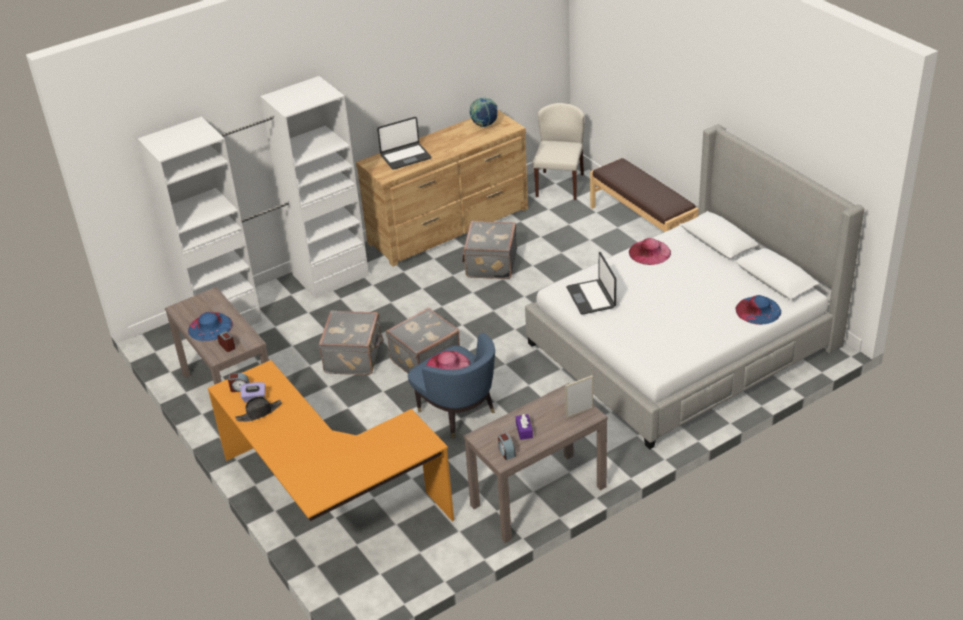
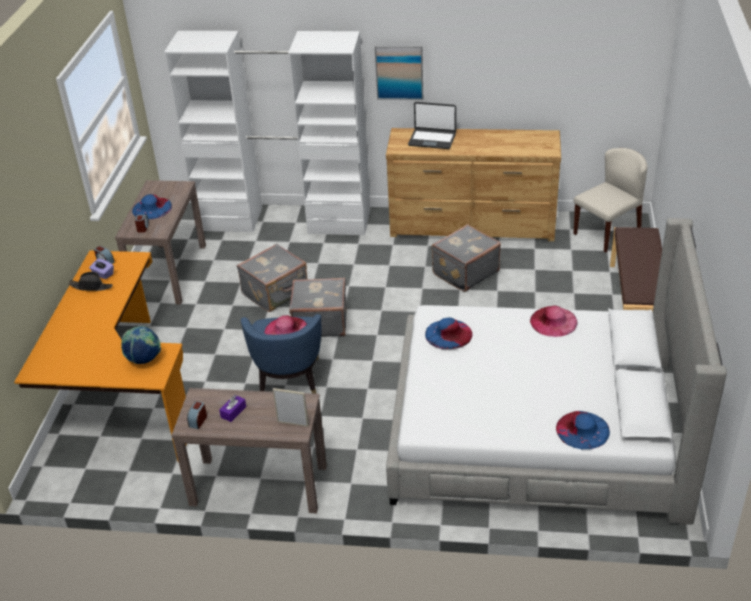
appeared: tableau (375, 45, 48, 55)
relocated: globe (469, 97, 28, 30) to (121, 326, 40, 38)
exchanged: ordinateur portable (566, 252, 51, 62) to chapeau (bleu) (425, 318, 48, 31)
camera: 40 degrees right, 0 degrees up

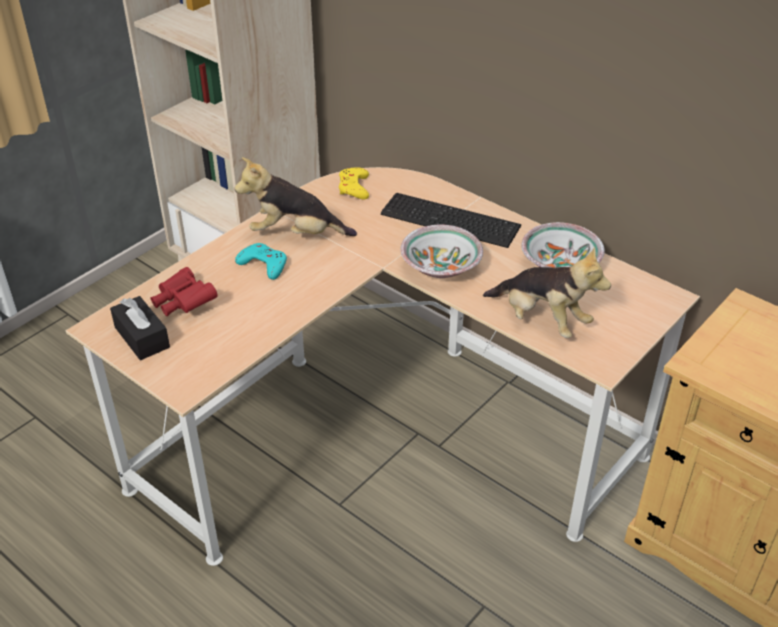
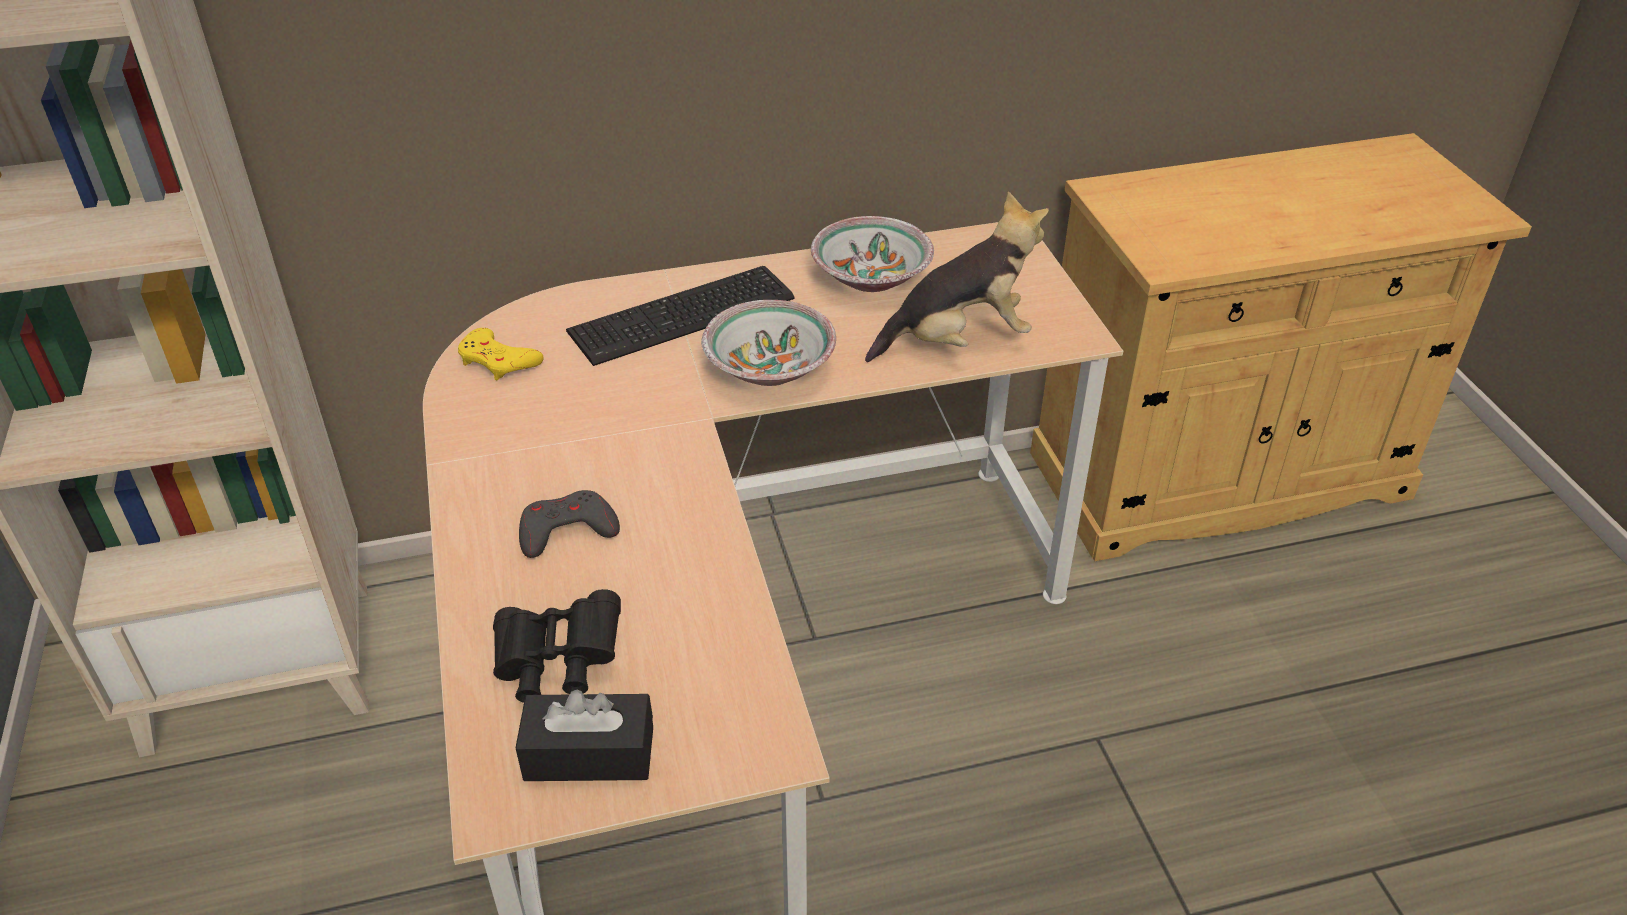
missing: peluche (235, 157, 122, 79)
colour: jumelles (rouge) (150, 267, 68, 49) to jumelles (noir) (493, 589, 128, 114); manette (turquoise) (235, 243, 52, 37) to manette (gris) (519, 490, 101, 68)
camera: 55 degrees left, 0 degrees up

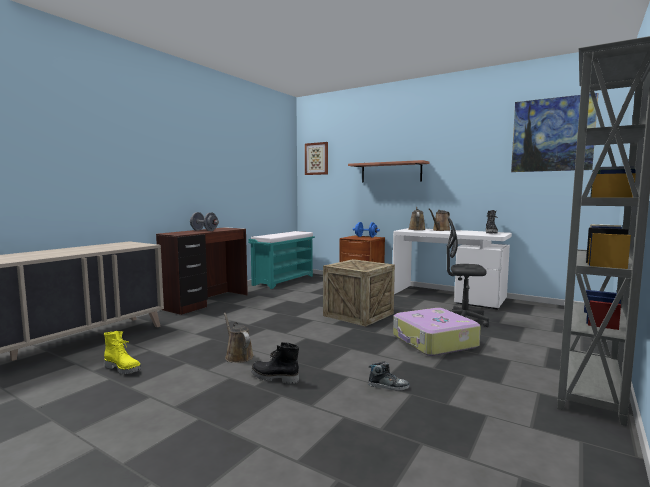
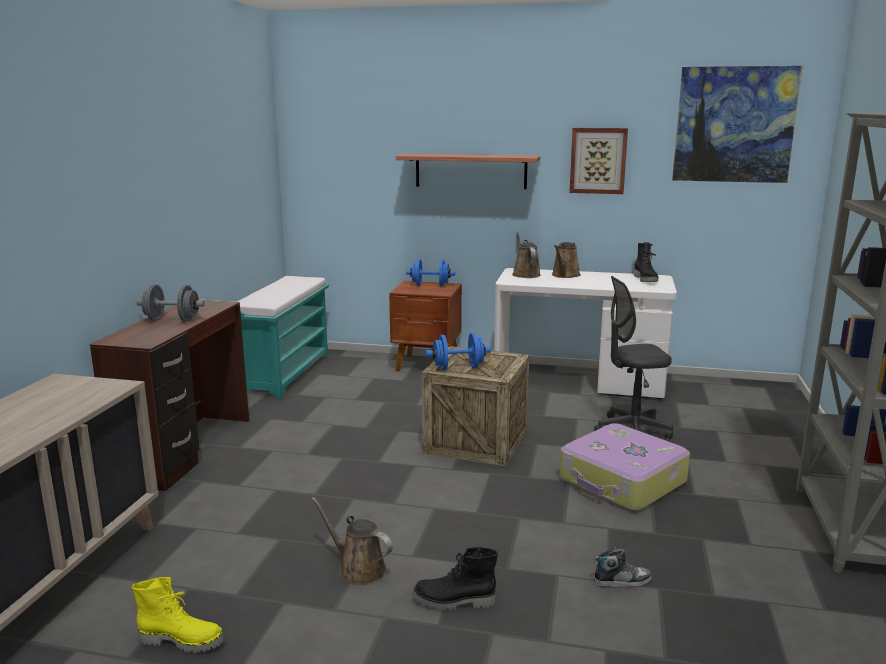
appeared: haltère (bleu) (426, 333, 65, 37)
relocated: tableau (305, 142, 23, 33) to (569, 128, 59, 66)
camera: 20 degrees left, 10 degrees up

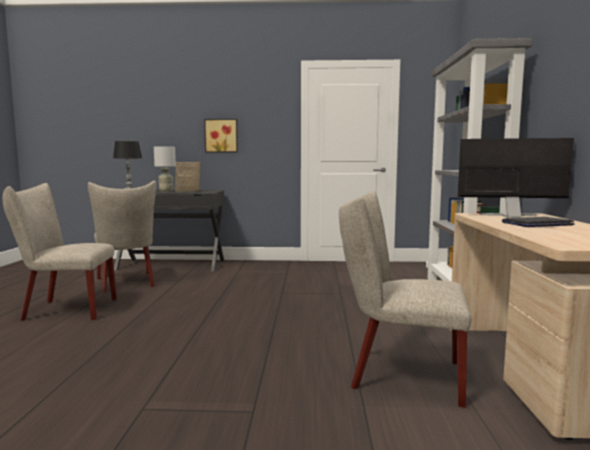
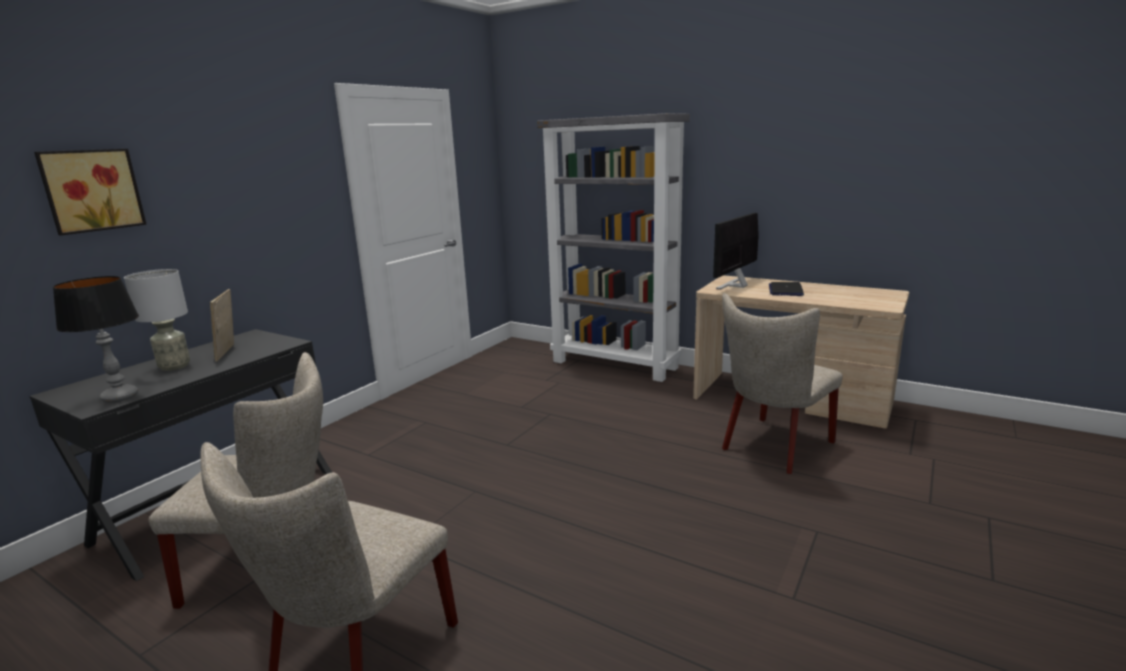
relocated: tableau (204, 119, 34, 33) to (34, 149, 113, 86)
camera: 60 degrees left, 10 degrees up

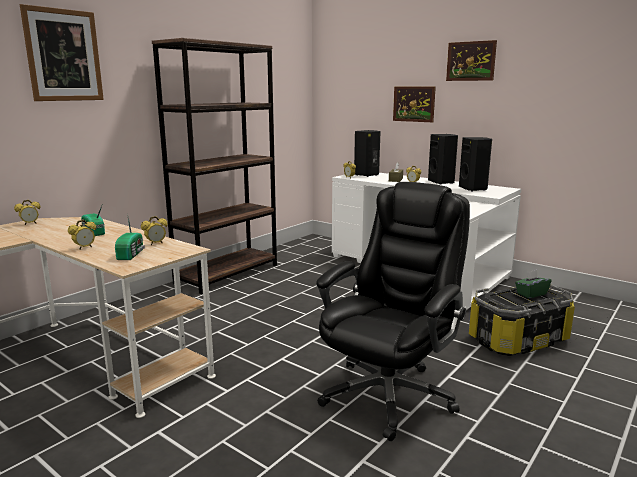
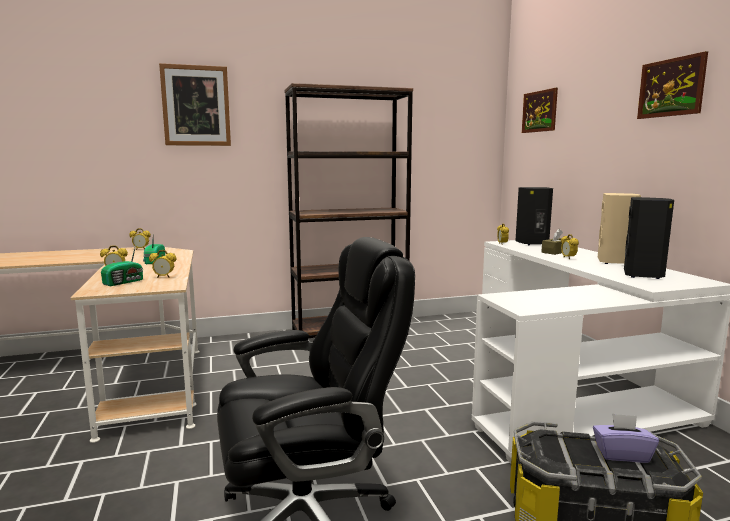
relocated: tableau (393, 87, 43, 35) to (522, 88, 36, 45)
colour: boîte à mouchoirs (vert) (515, 270, 36, 28) to boîte à mouchoirs (violet) (593, 413, 66, 50); enceinte (noir) (428, 134, 30, 51) to enceinte (beige) (598, 193, 43, 71)
camera: 35 degrees right, 5 degrees down

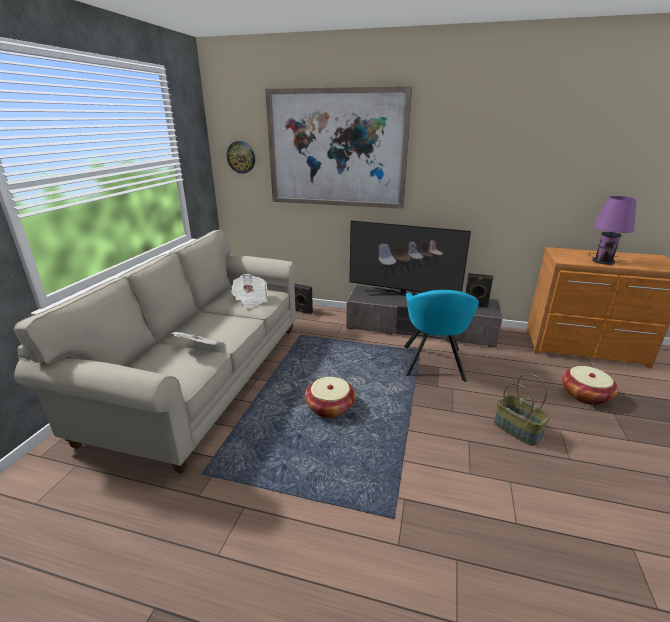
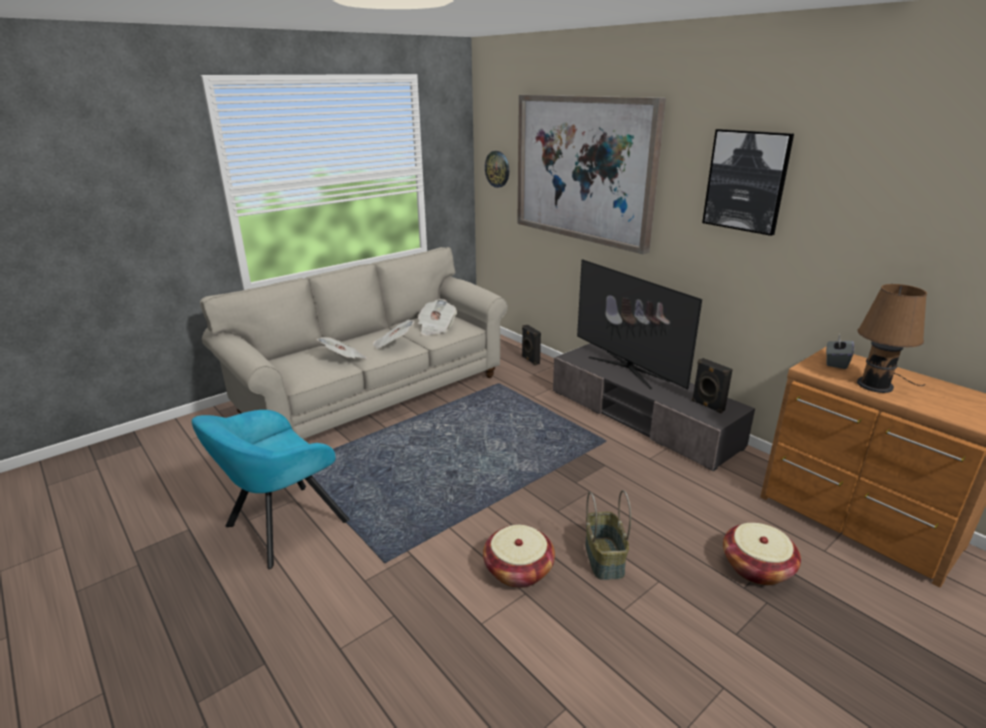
appeared: journal (373, 320, 41, 29); tableau (702, 129, 92, 107); boîte à mouchoirs (gris) (826, 334, 28, 35)
relocated: fauteuil (turquoise) (404, 290, 75, 92) to (191, 410, 159, 159); panier (305, 377, 50, 41) to (483, 525, 72, 63)
colour: lampe de table (violet) (588, 196, 49, 69) to lampe de table (marron) (857, 284, 70, 109)
camera: 35 degrees right, 0 degrees up

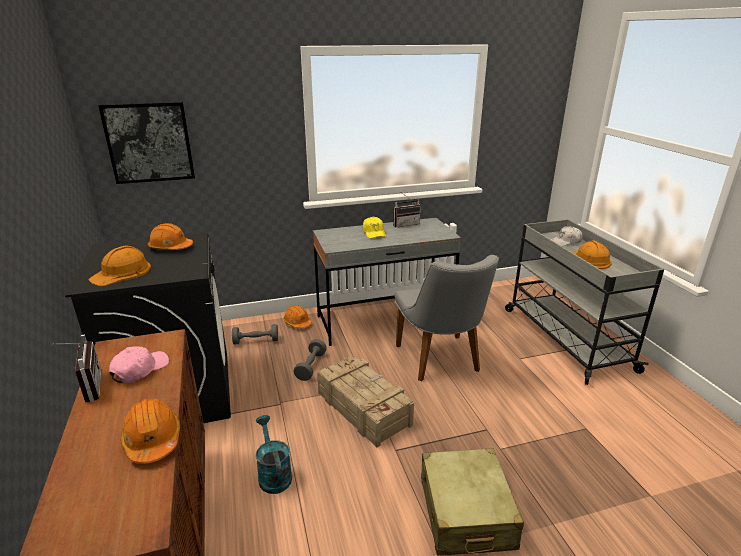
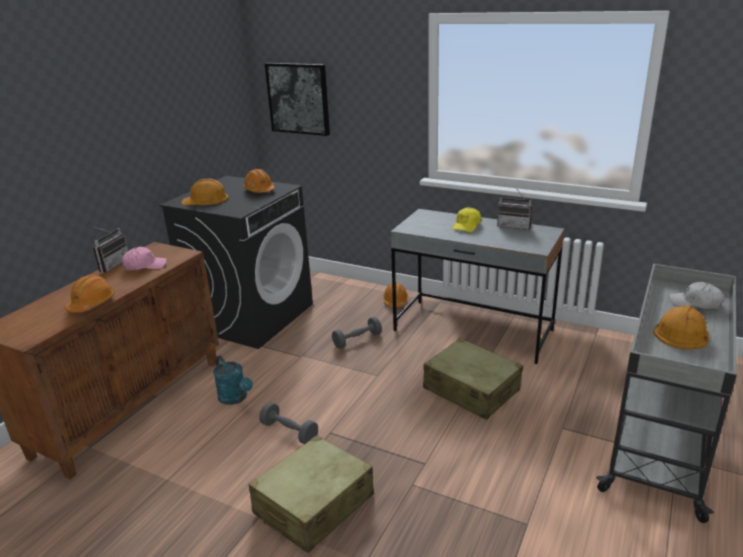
missing: caisse (317, 355, 97, 93)
relocated: haltère (gris) (232, 324, 46, 21) to (259, 402, 59, 42)
exchanged: chaise (gris) (395, 255, 104, 126) to valise (beige) (423, 338, 100, 82)
spun: arrosoir (turquoise) (256, 415, 36, 79) = (213, 356, 40, 49) 120 degrees clockwise
camera: 45 degrees right, 0 degrees up

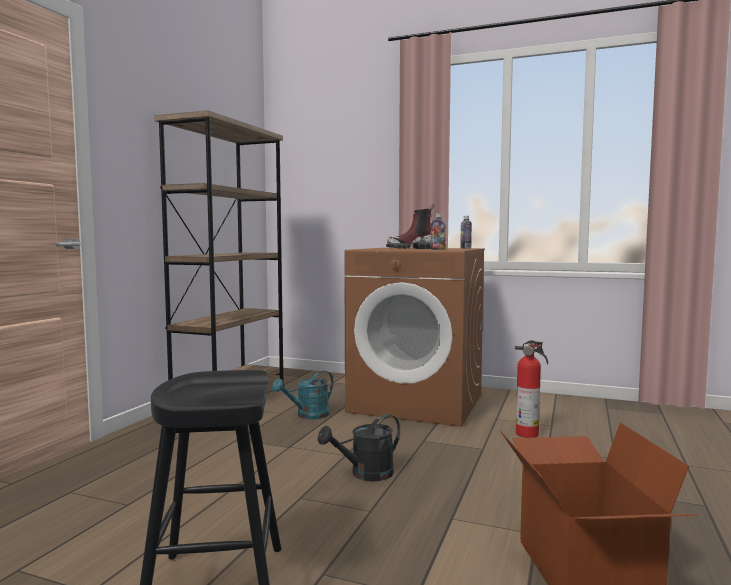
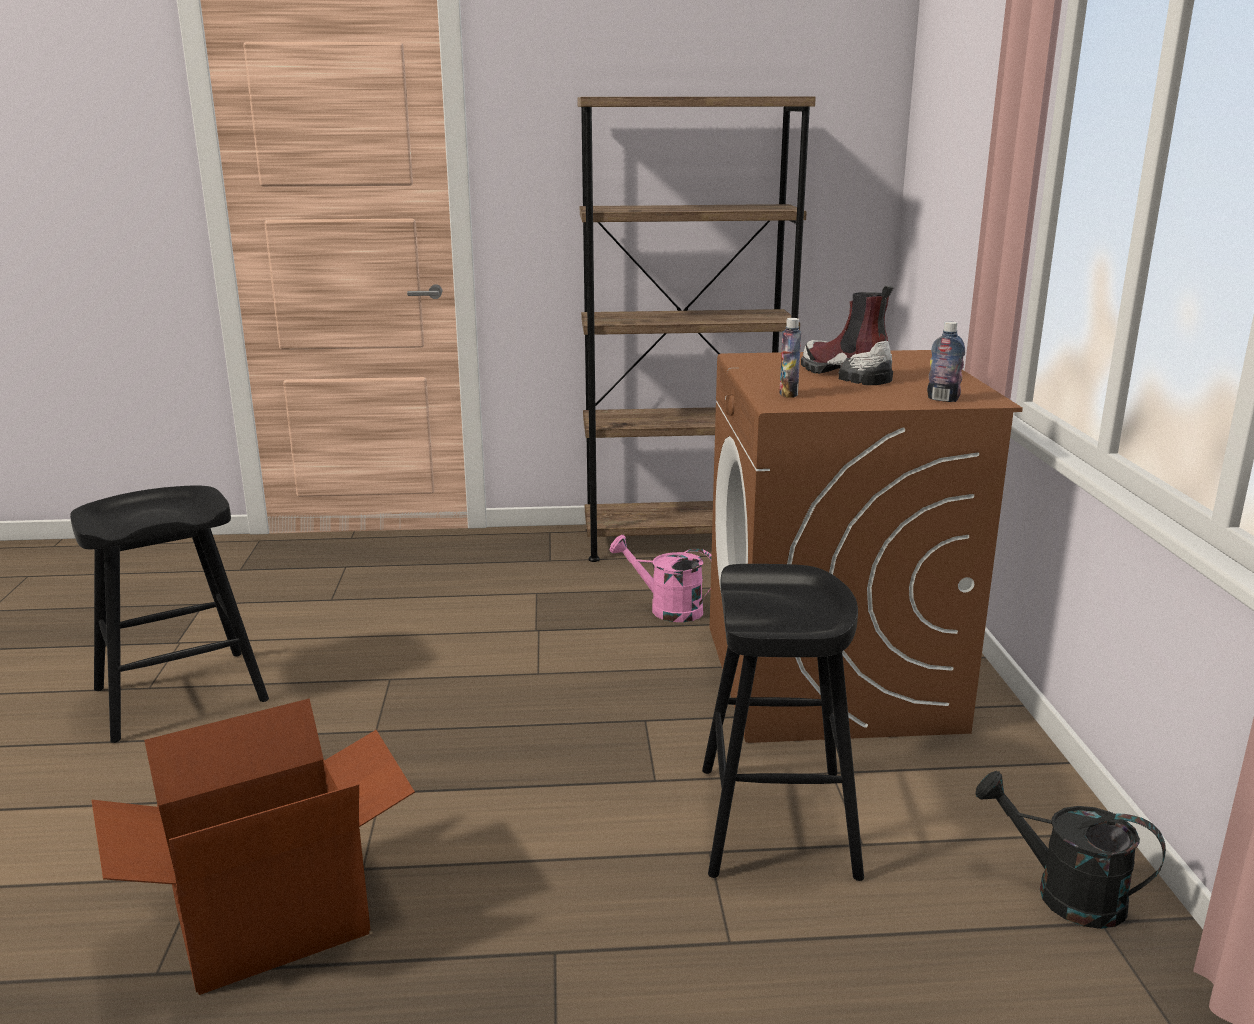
relocated: arrosoir (noir) (318, 414, 82, 67) to (975, 771, 191, 158)
exchanged: extincteur (515, 340, 33, 98) to tabouret (noir) (702, 564, 162, 317)
colour: arrosoir (turquoise) (272, 371, 62, 48) to arrosoir (rose) (609, 535, 103, 87)
camera: 65 degrees right, 15 degrees up

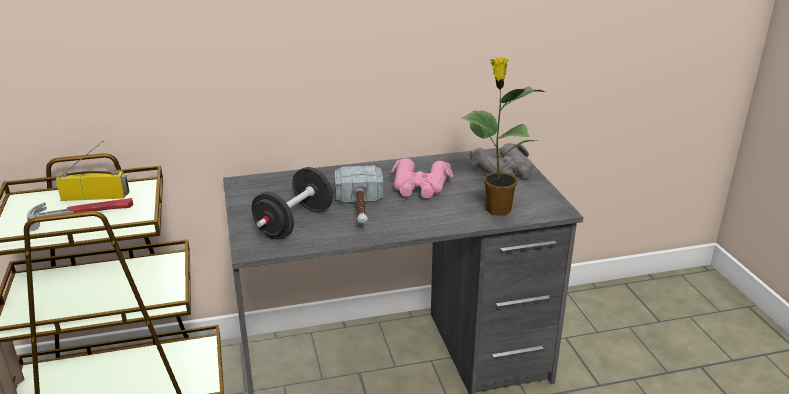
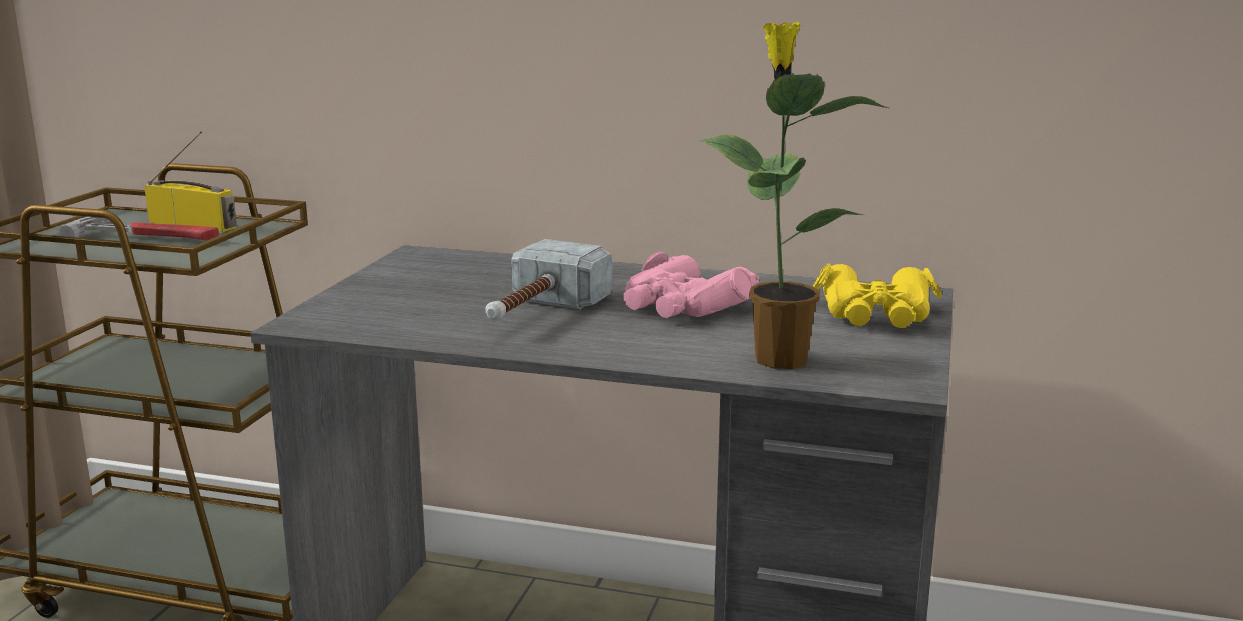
missing: haltère (noir) (251, 167, 82, 72)
colour: jumelles (gris) (469, 143, 64, 35) to jumelles (jaune) (813, 263, 129, 65)
camera: 30 degrees right, 10 degrees down

